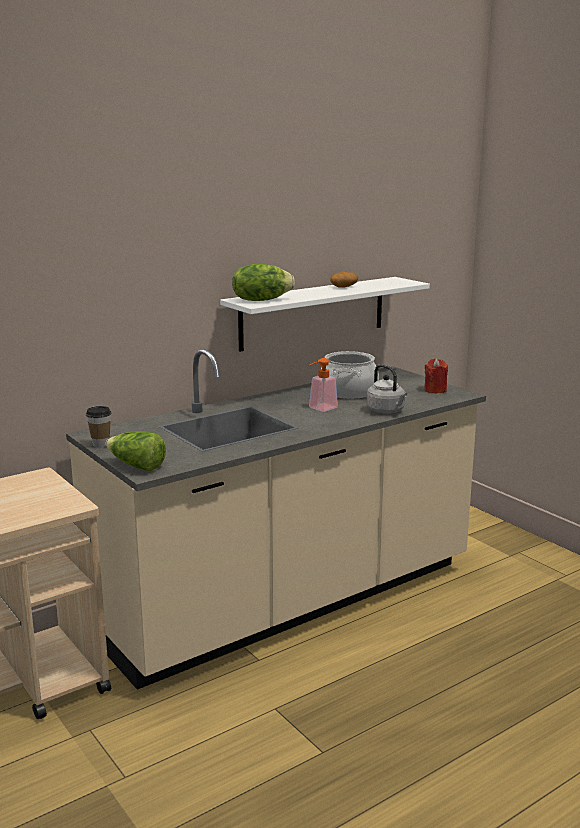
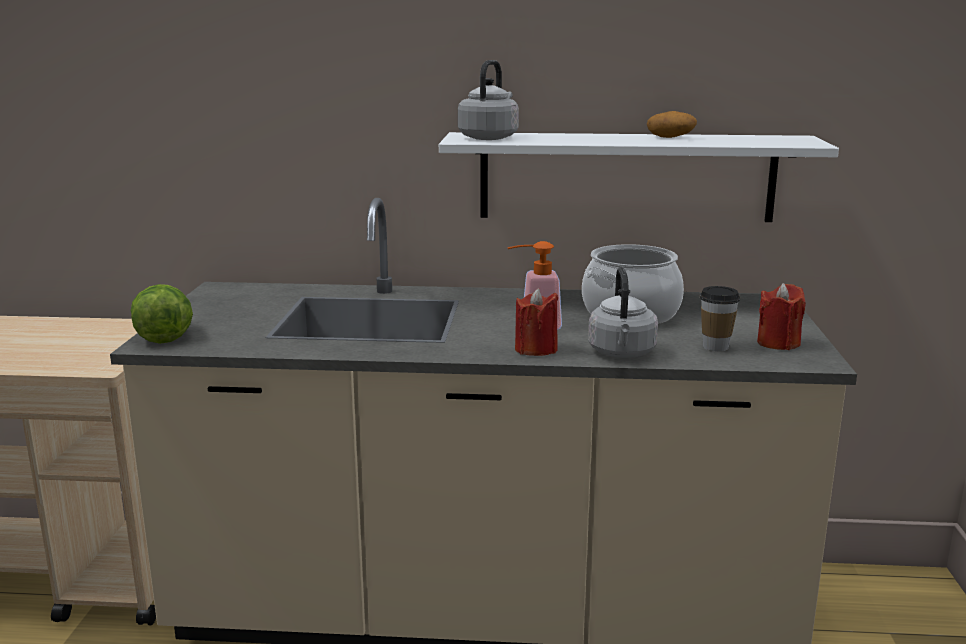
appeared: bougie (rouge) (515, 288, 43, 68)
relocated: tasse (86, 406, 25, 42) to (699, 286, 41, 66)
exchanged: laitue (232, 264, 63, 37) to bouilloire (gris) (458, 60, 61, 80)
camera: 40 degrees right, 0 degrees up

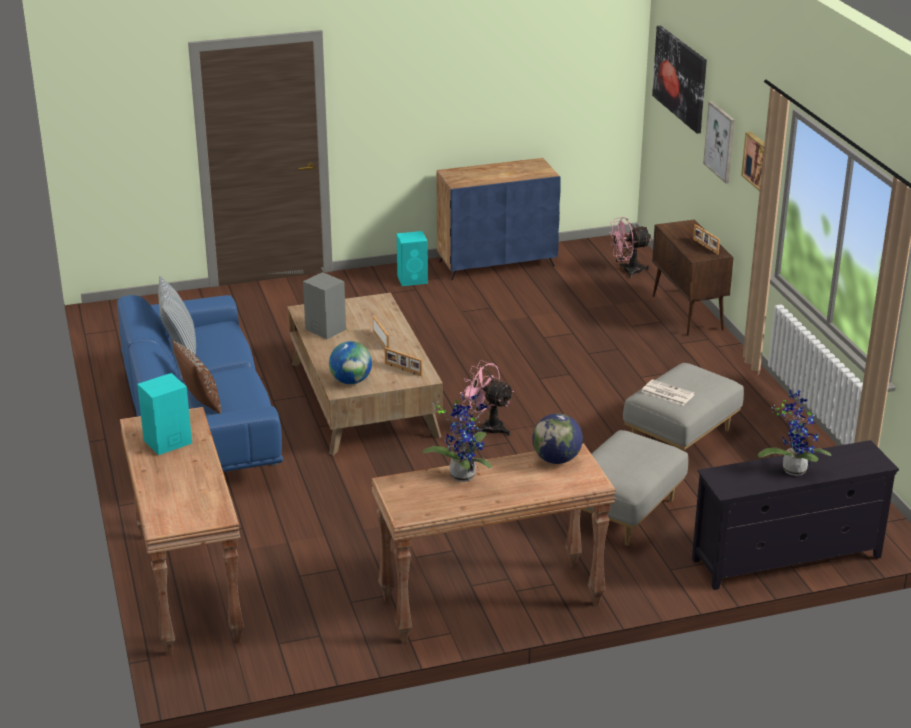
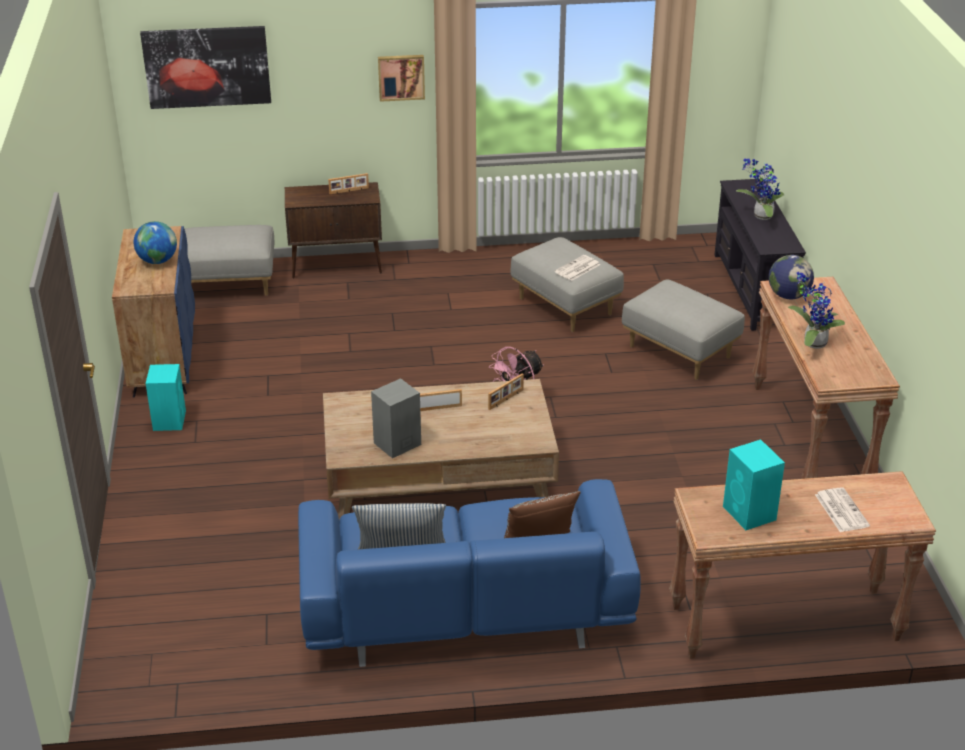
missing: tableau (703, 101, 32, 83)
appeared: journal (815, 487, 55, 45)
relocated: globe (329, 341, 43, 43) to (134, 221, 43, 43)
exchanged: ventilateur (rose) (609, 217, 42, 61) to pouf (gris) (185, 225, 89, 71)
camera: 80 degrees left, 5 degrees up

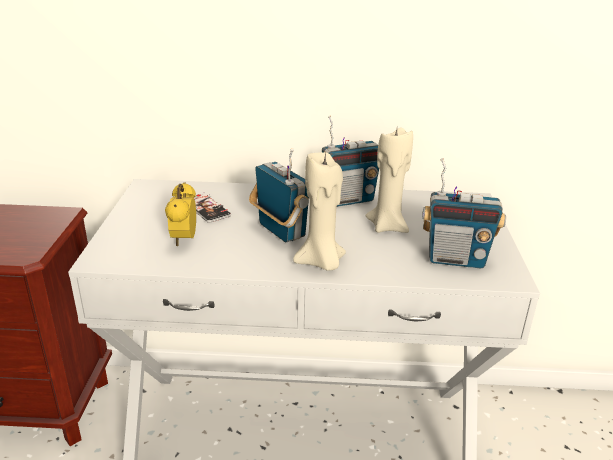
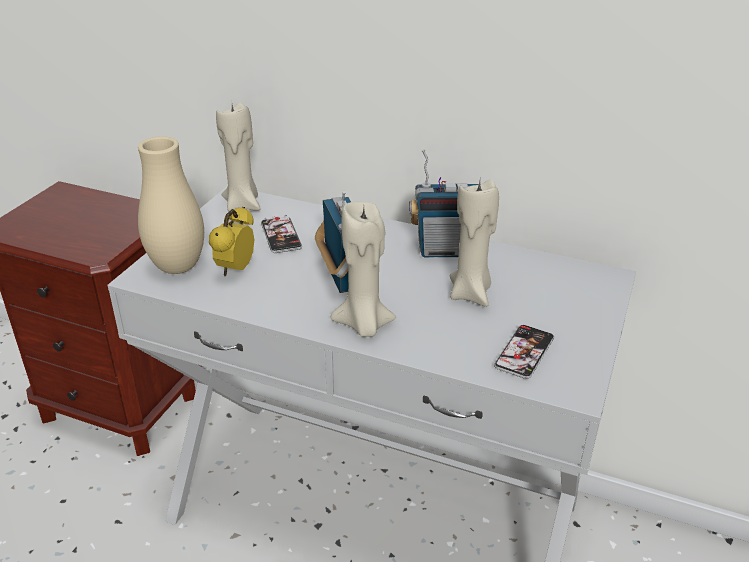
appeared: vase (beige) (138, 136, 66, 138); bougie (beige) (216, 103, 45, 108)
exchanged: radio (422, 158, 84, 110) to téléphone (494, 325, 60, 54)
camera: 20 degrees right, 5 degrees up

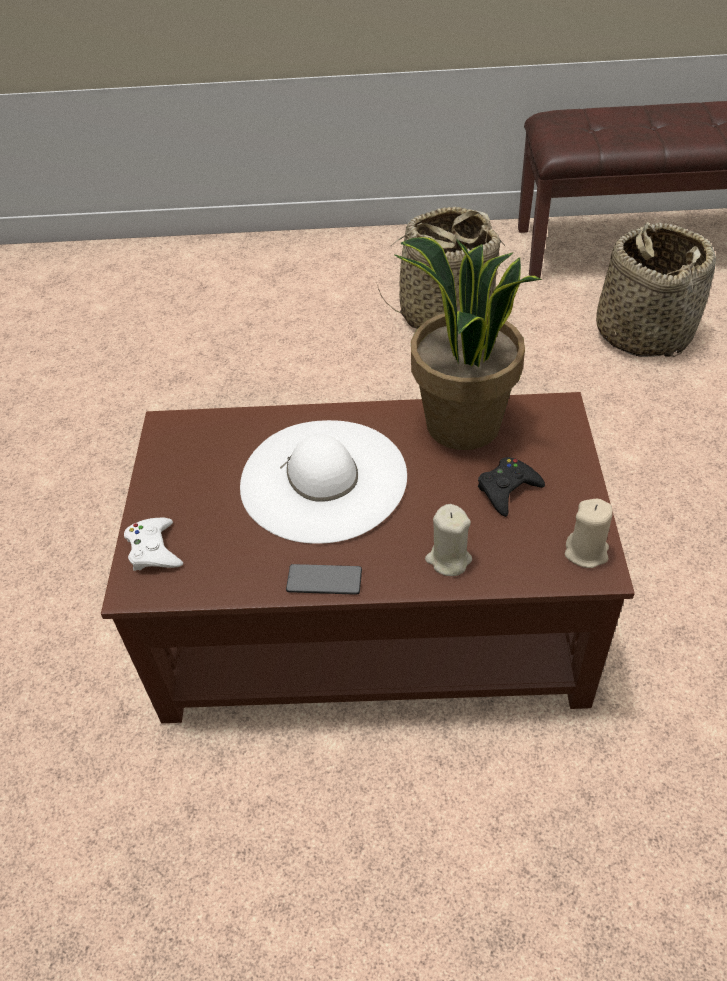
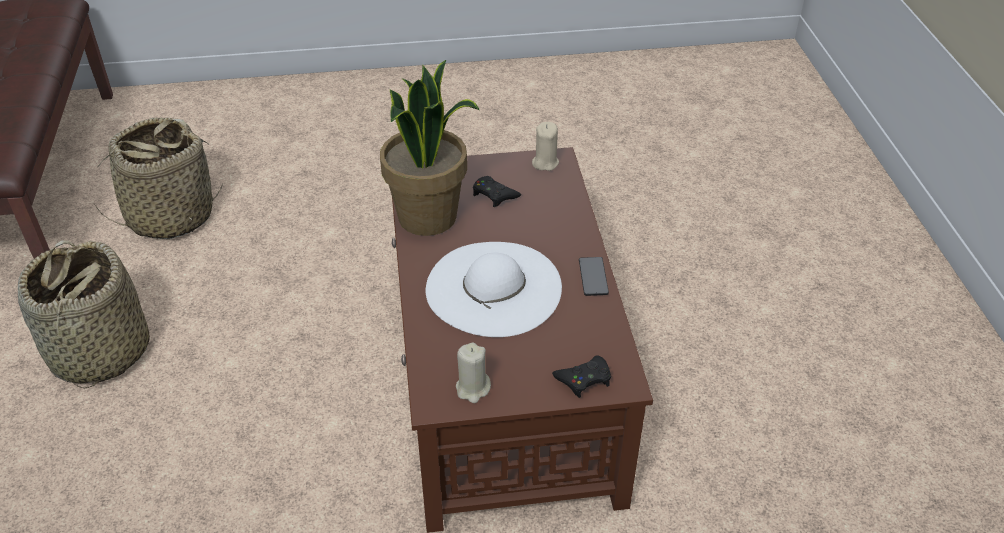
relocated: bougie (beige) (425, 504, 47, 72) to (456, 342, 35, 61)
colour: manette (blanc) (124, 517, 59, 54) to manette (noir) (552, 355, 59, 43)
camera: 100 degrees left, 5 degrees down

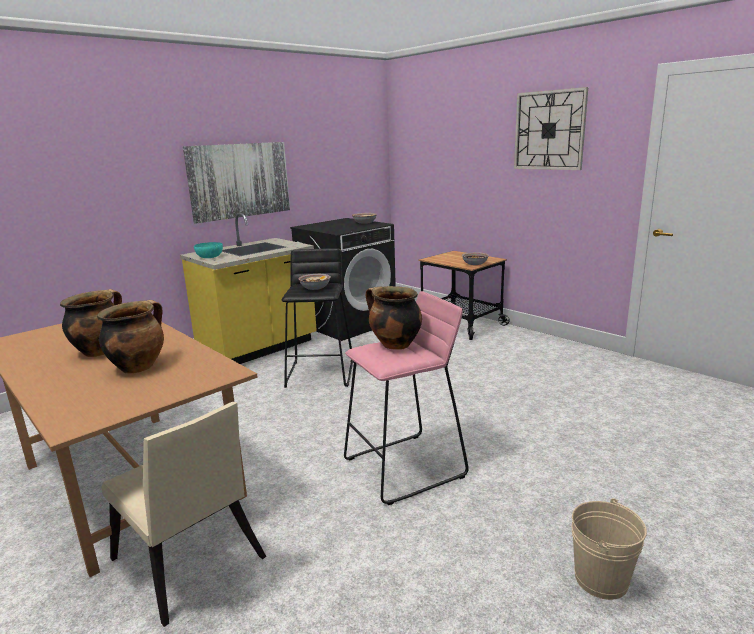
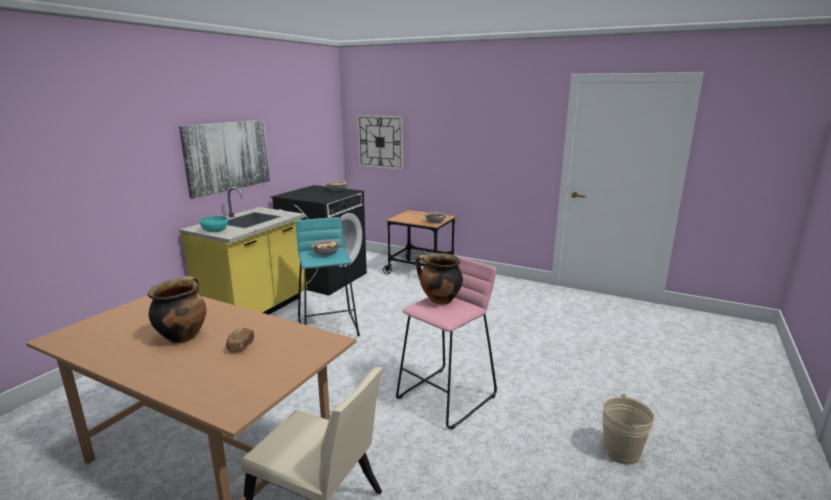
relocated: horloge murale (514, 87, 74, 83) to (357, 115, 46, 55)
exchanged: marmite (97, 300, 67, 74) to pain (226, 328, 28, 25)
colour: tabouret (noir) (282, 248, 72, 140) to tabouret (turquoise) (296, 217, 64, 119)
camera: 20 degrees left, 0 degrees up

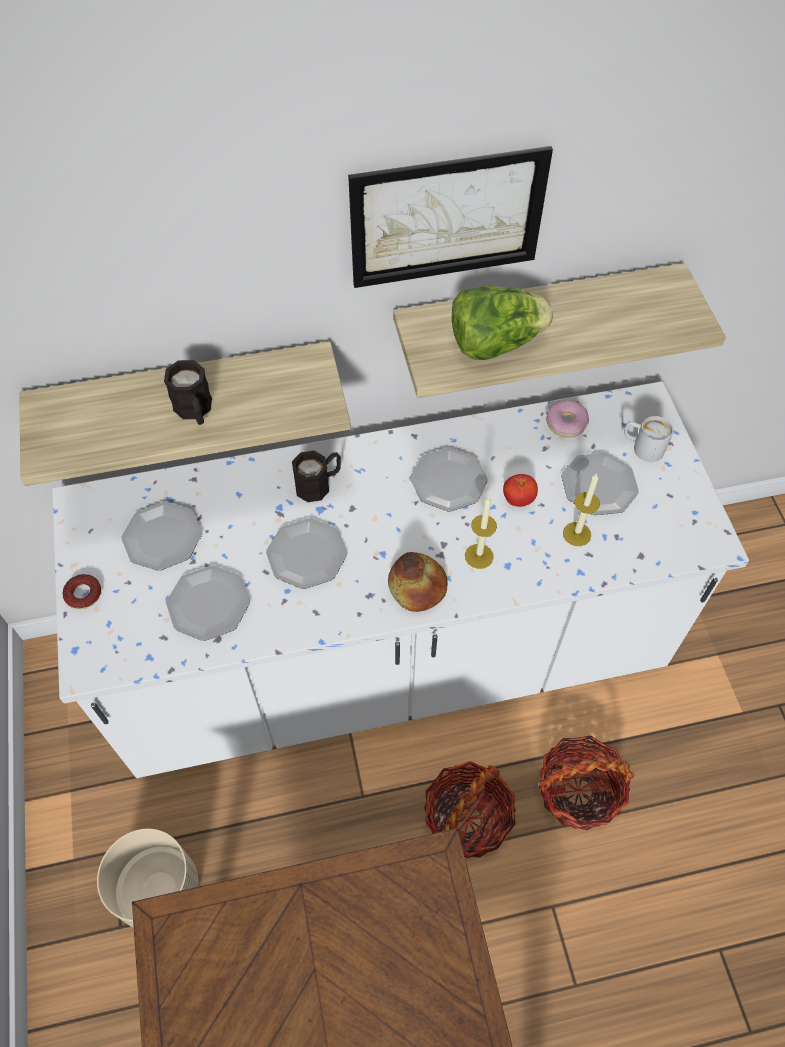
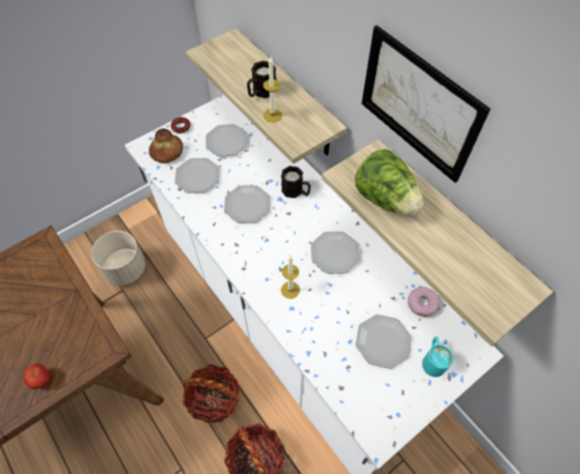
relocated: tomate (503, 474, 35, 33) to (24, 364, 26, 25); pain (388, 552, 60, 60) to (149, 129, 34, 35); bougie (563, 473, 37, 73) to (263, 56, 19, 66)
colour: mug (blanc) (624, 416, 50, 46) to mug (turquoise) (422, 336, 31, 41)
camera: 65 degrees right, 0 degrees up

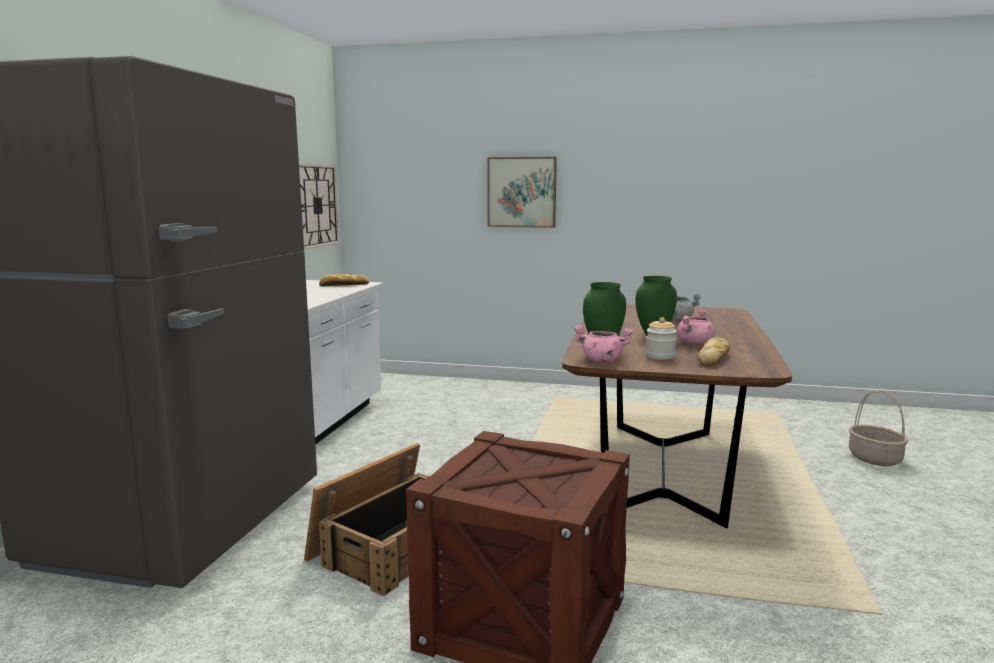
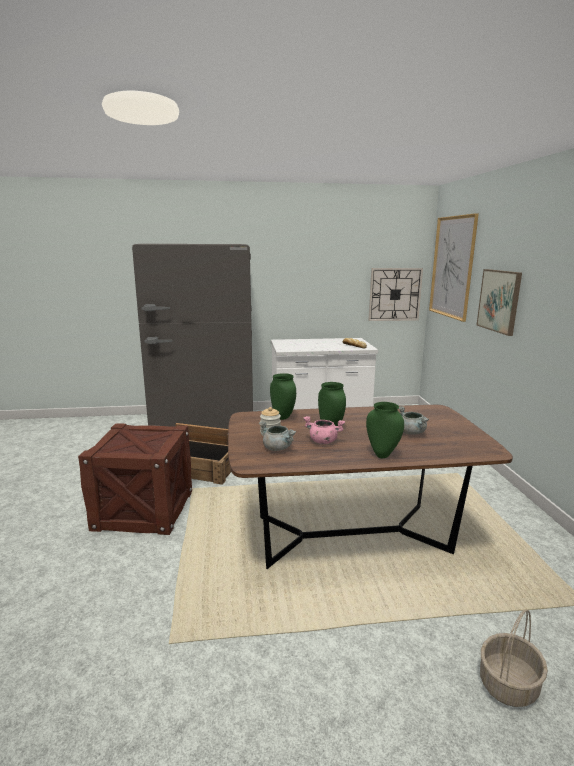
missing: marmite (rose) (574, 325, 59, 37)
appeared: vase (vert) (366, 402, 38, 56); tableau (429, 213, 50, 109)
exchanged: pain (697, 337, 33, 29) to marmite (gris) (259, 421, 37, 30)
camera: 70 degrees right, 5 degrees up

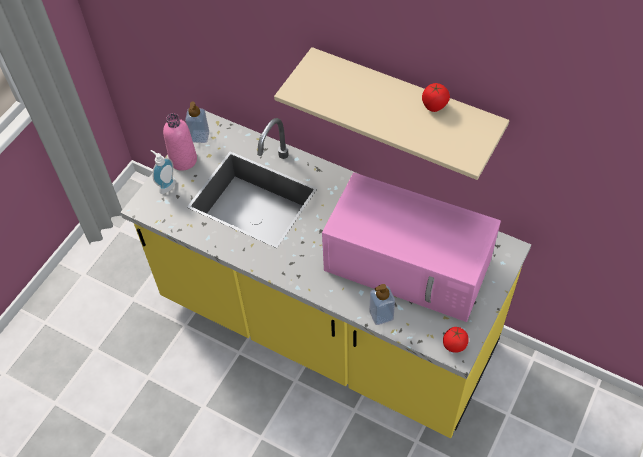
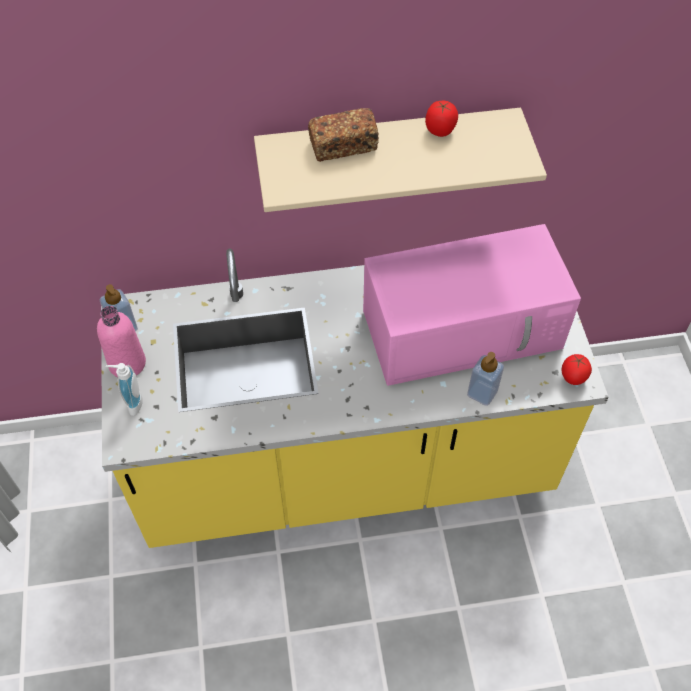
appeared: pain (308, 108, 71, 54)
camera: 40 degrees left, 0 degrees up

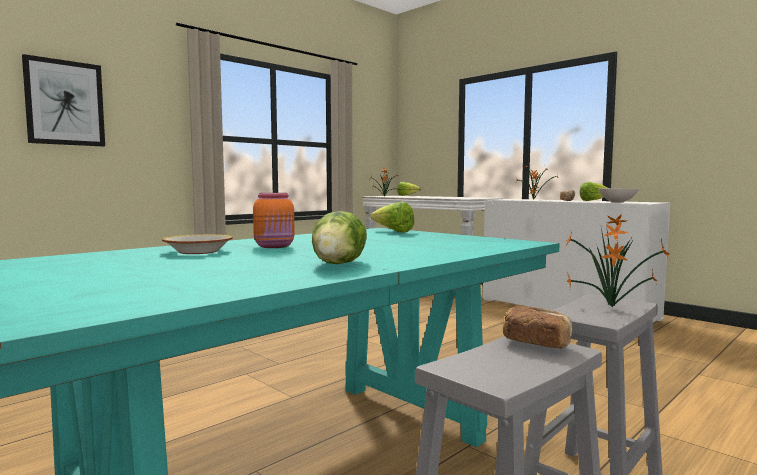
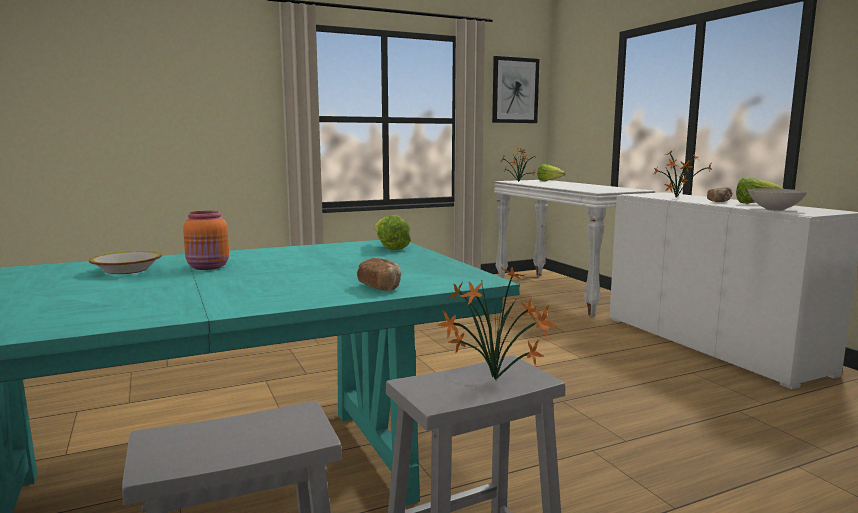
missing: laitue (312, 211, 55, 53)
relocated: pain (503, 306, 70, 42) to (357, 258, 45, 33); tableau (22, 54, 83, 93) to (492, 56, 47, 67)
camera: 20 degrees right, 5 degrees up

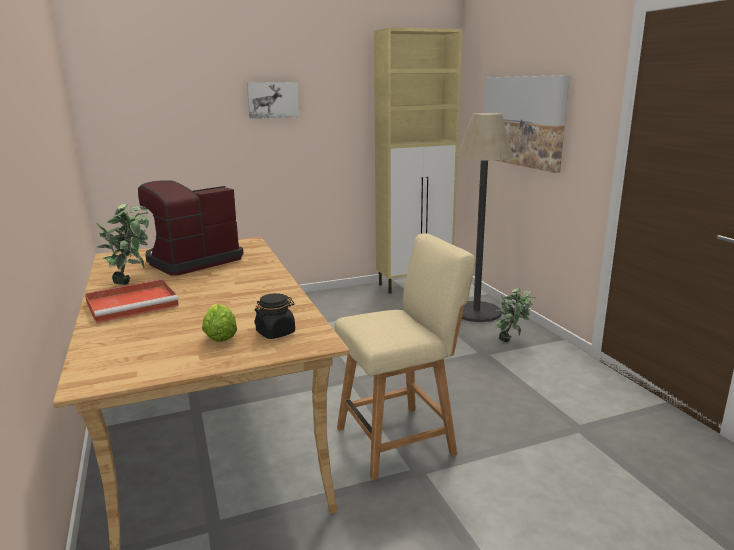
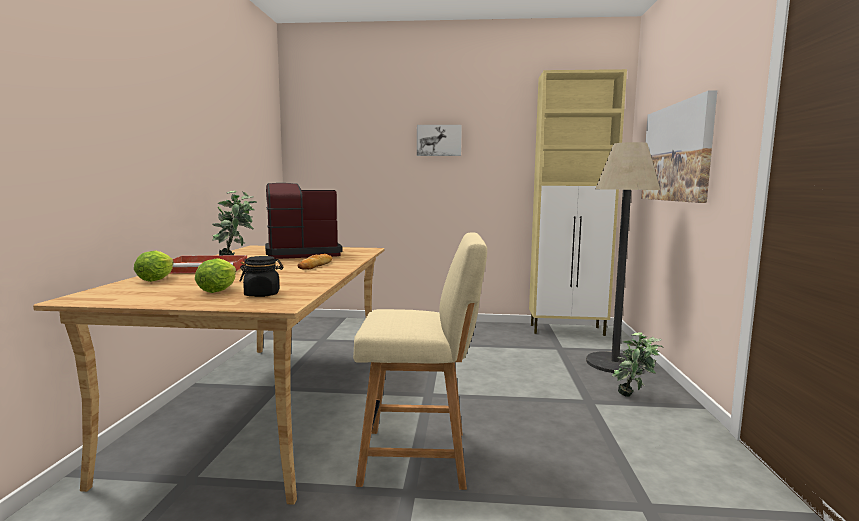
appeared: laitue (134, 250, 40, 32); pain (298, 254, 34, 16)
camera: 25 degrees right, 10 degrees down

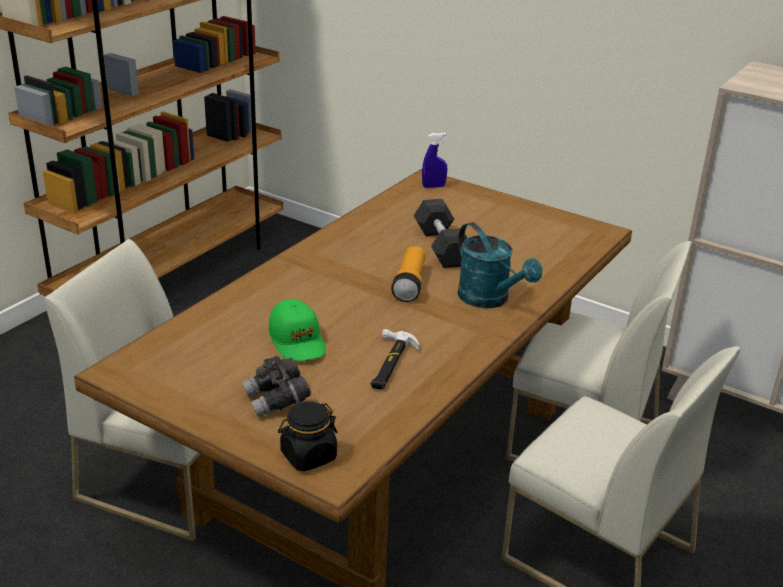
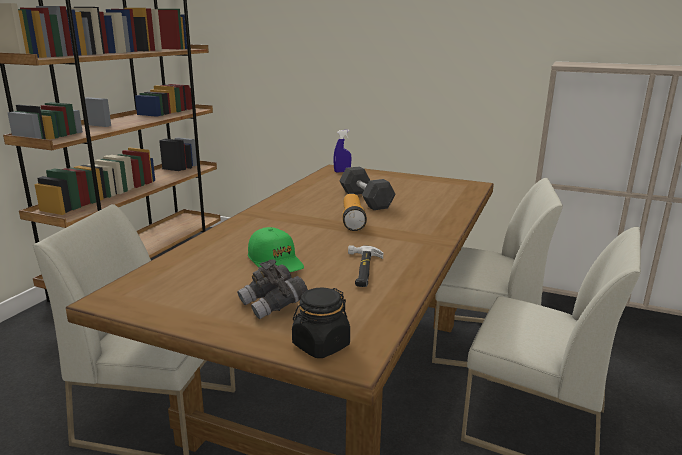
missing: arrosoir (turquoise) (458, 222, 84, 86)
camera: 10 degrees left, 10 degrees down

